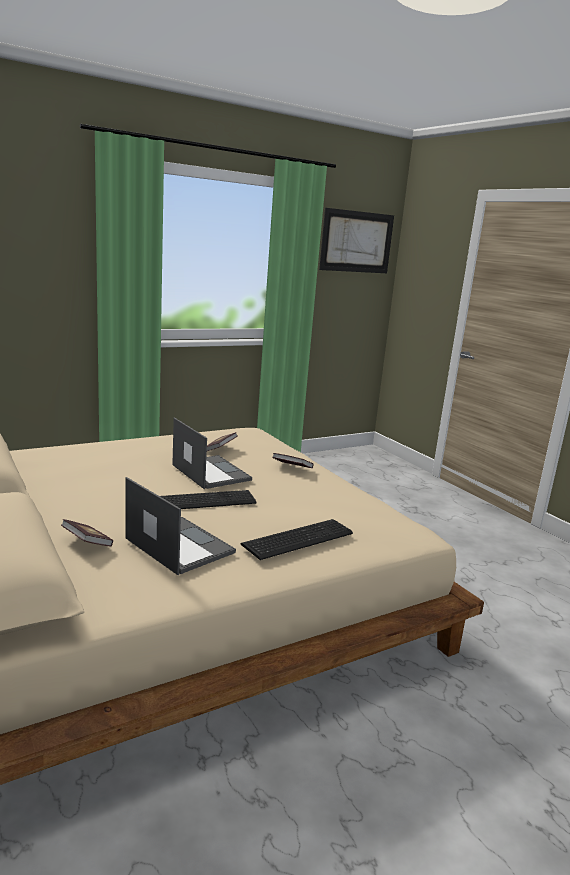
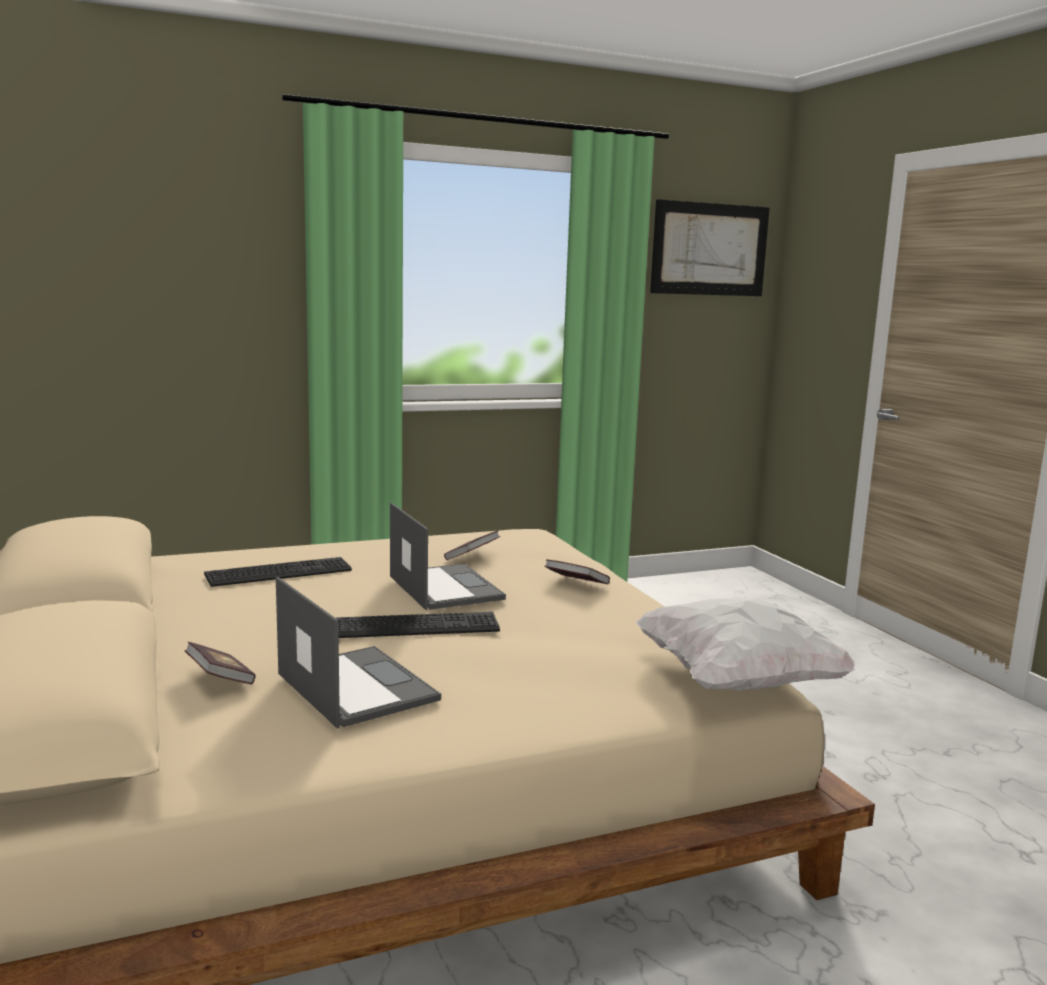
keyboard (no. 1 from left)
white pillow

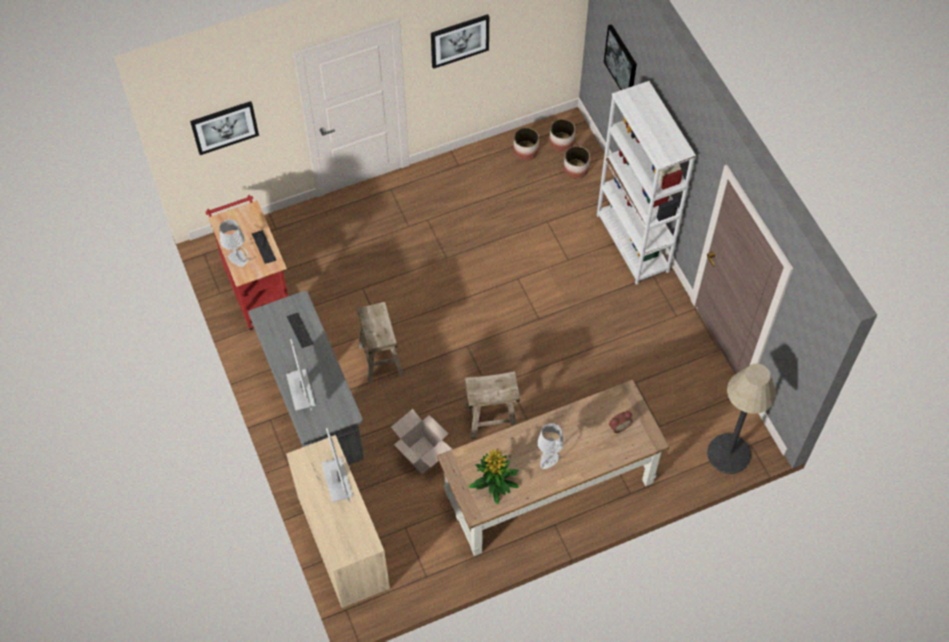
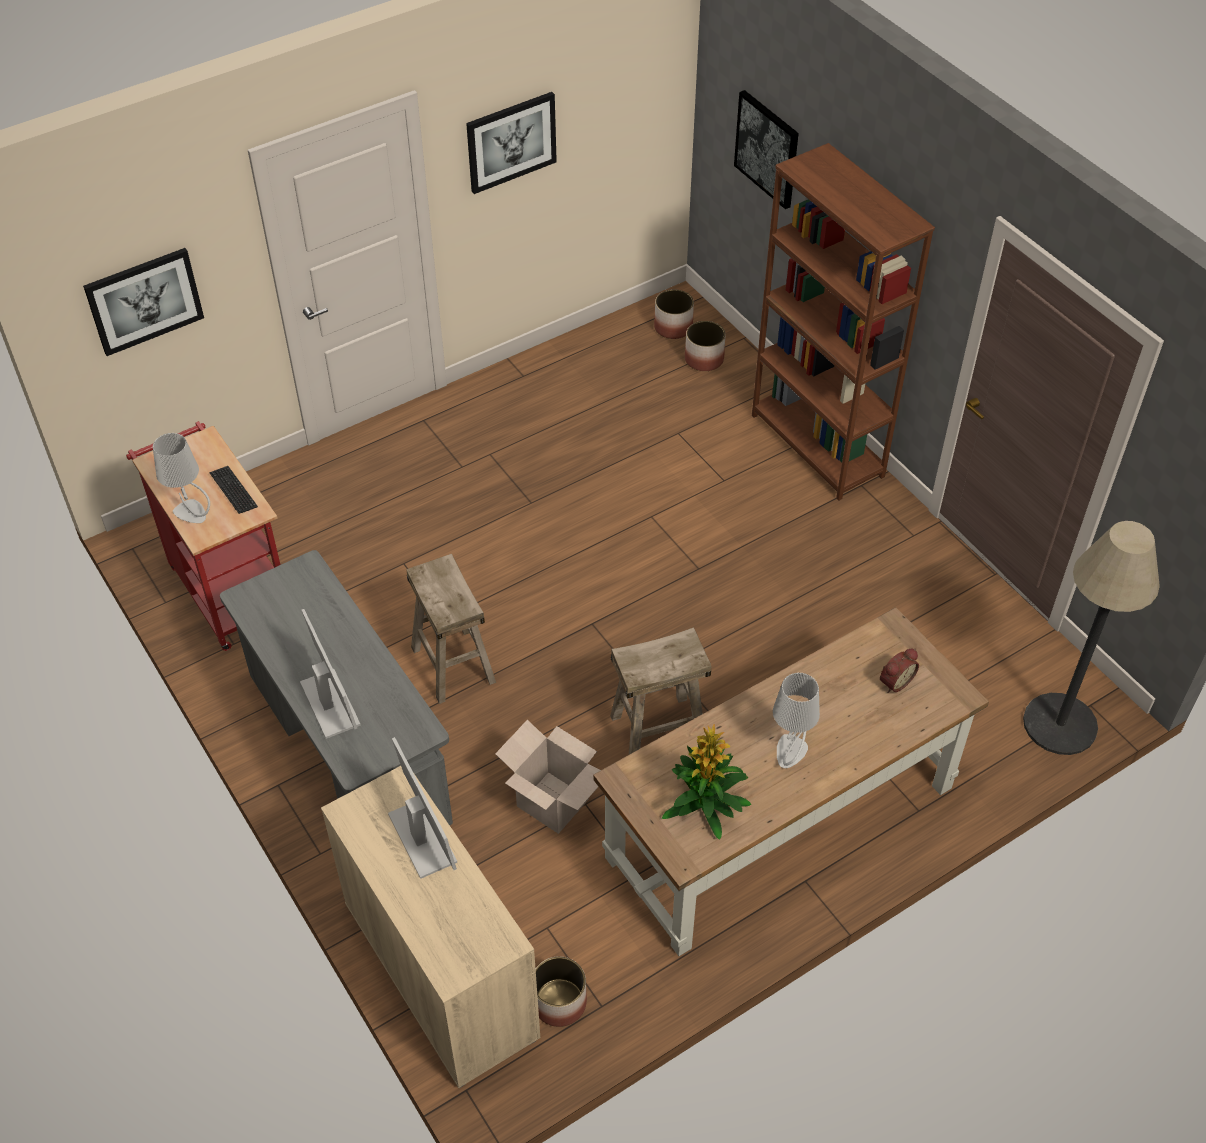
planter (no. 1 from left)
brown bookcase
keyboard (no. 2 from left in the first image)

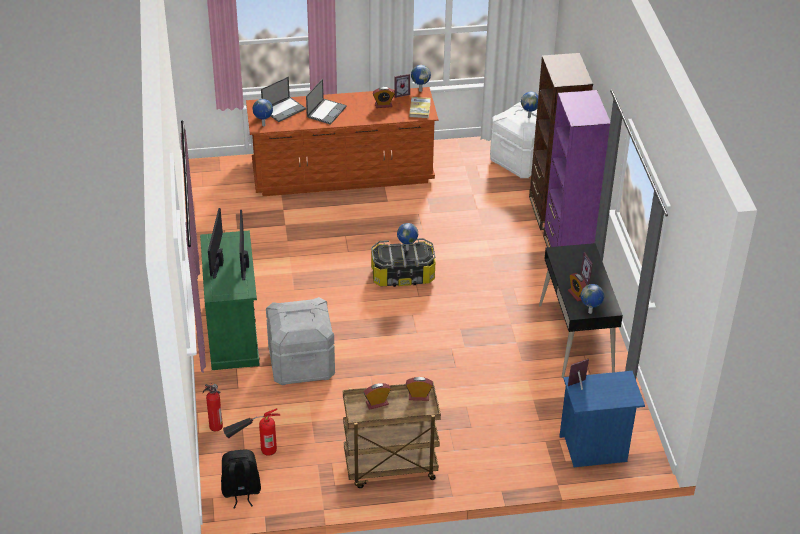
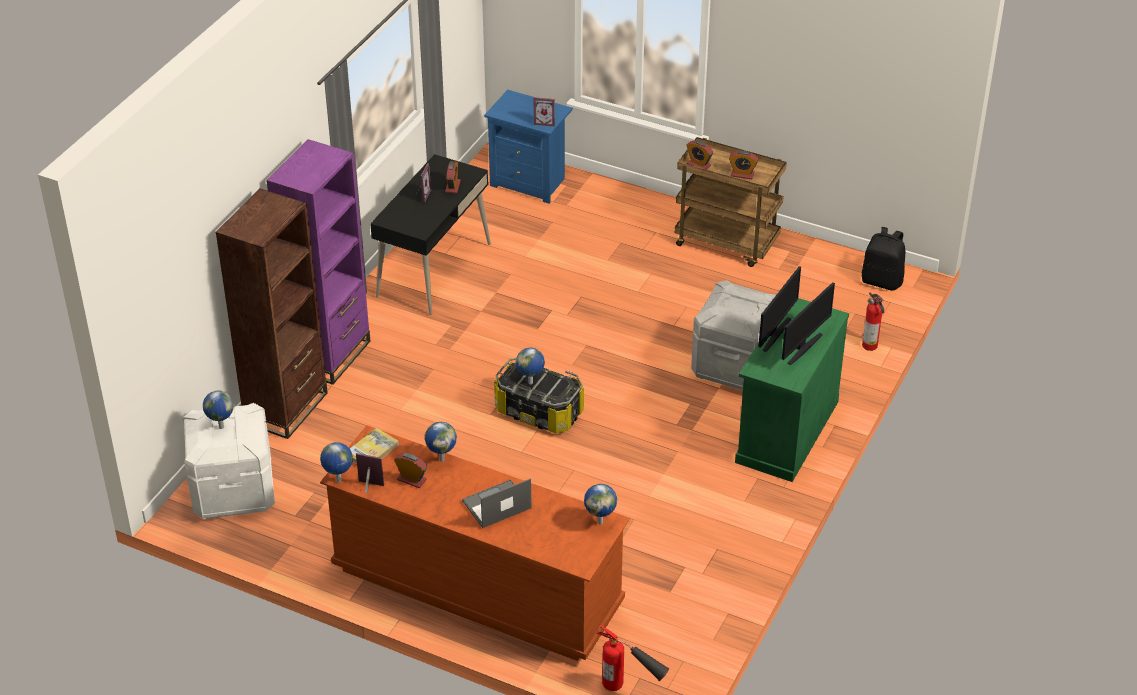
globe (no. 3 from left)
fire extinguisher (no. 1 from left)
laptop (no. 1 from left in the first image)

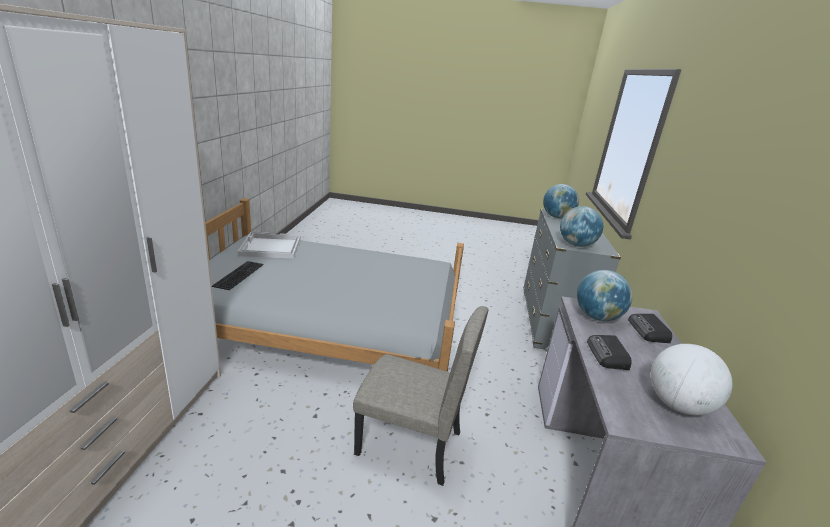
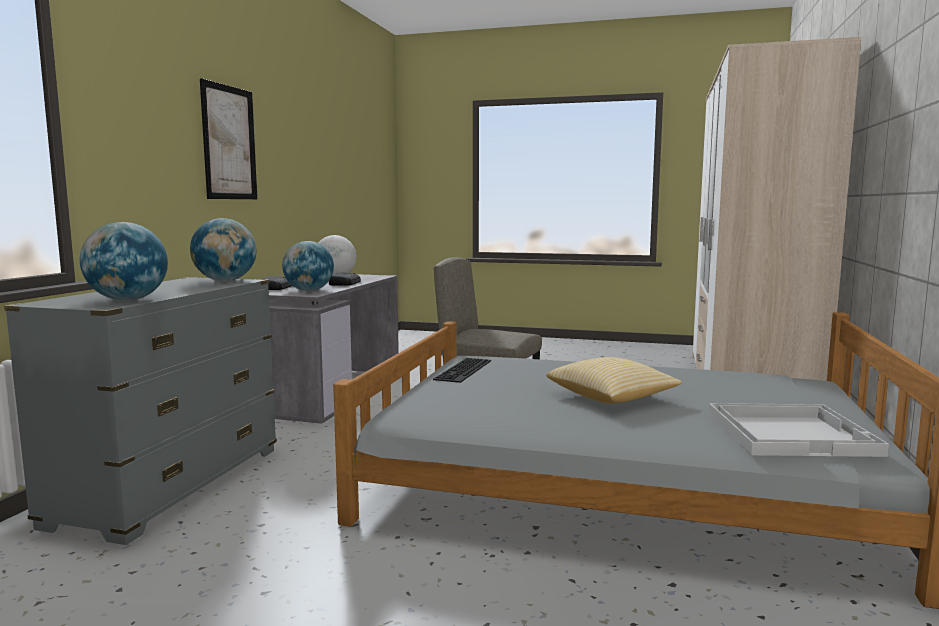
picture
keyboard
pillow

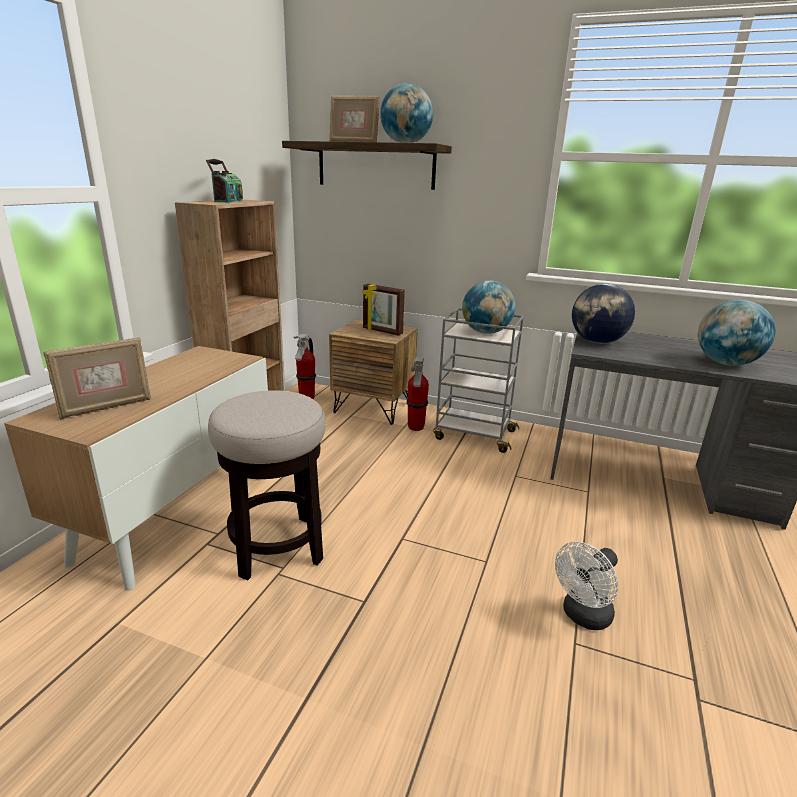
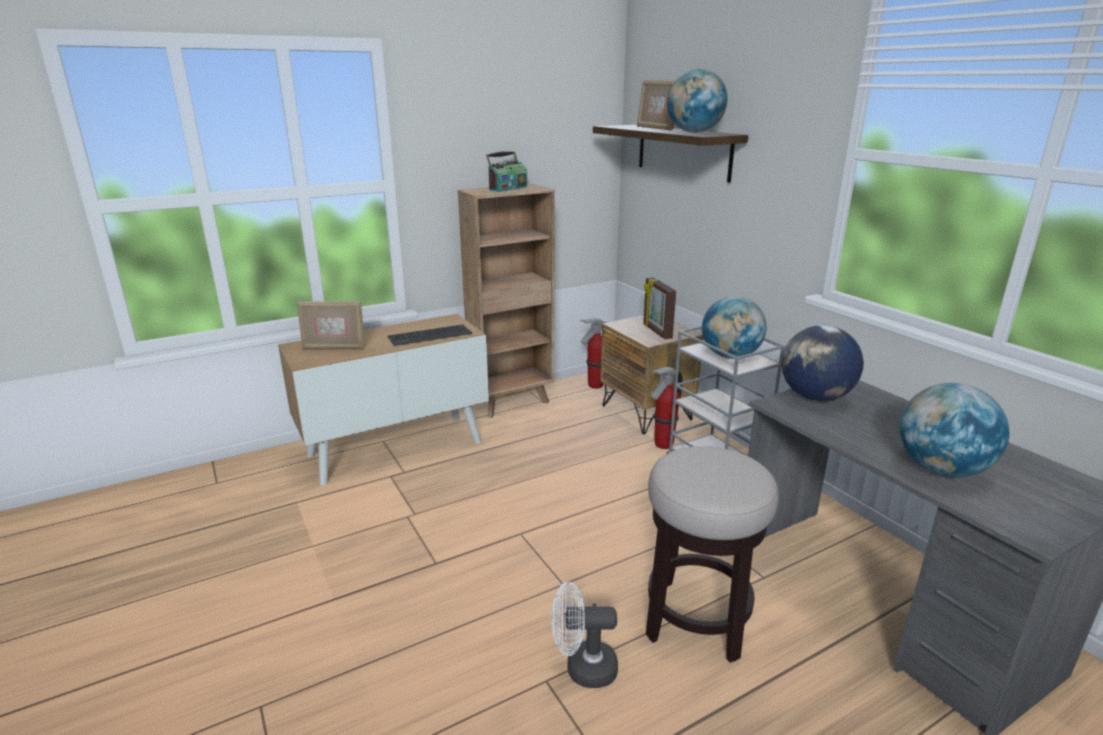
keyboard
stool

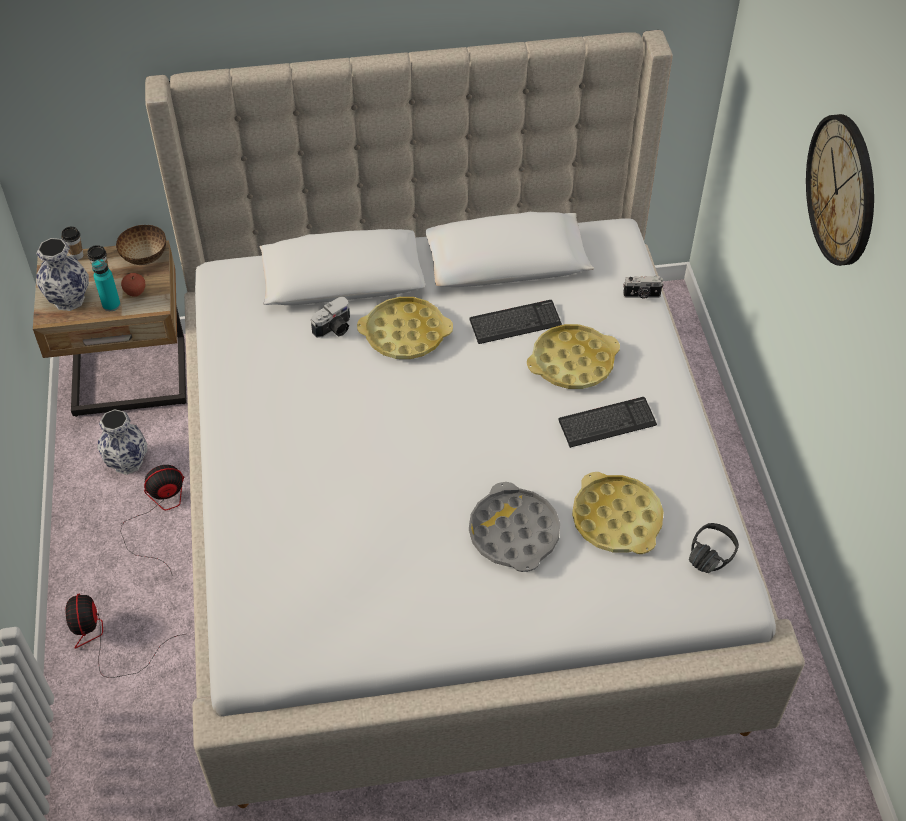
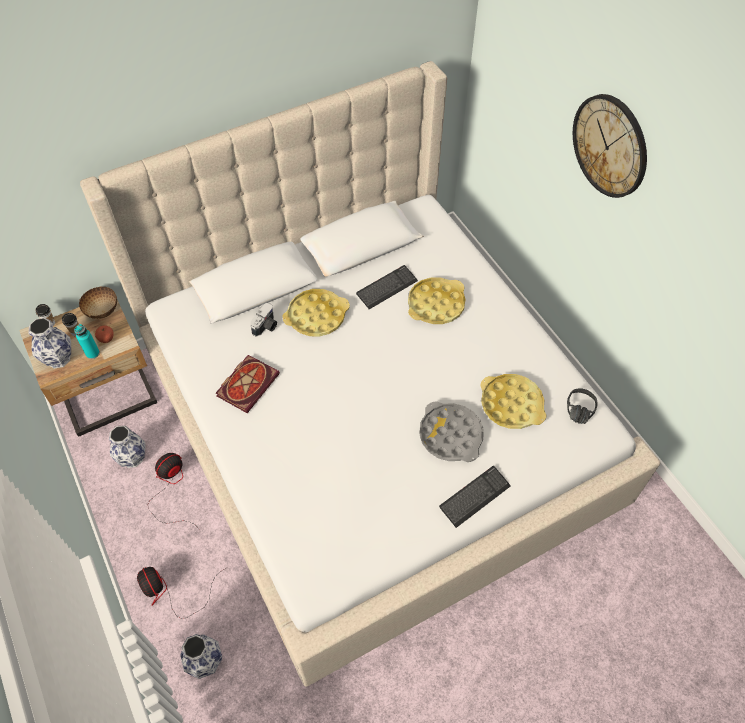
vase (no. 3 from left)
book
keyboard (no. 2 from left)
photo camera (no. 2 from left in the first image)

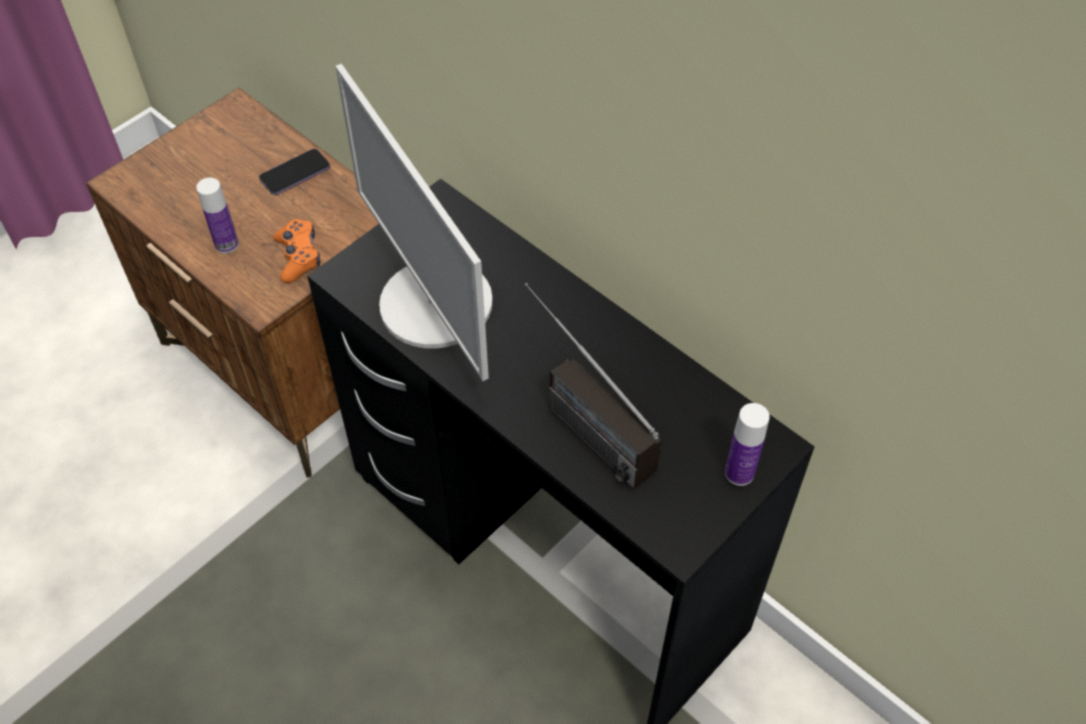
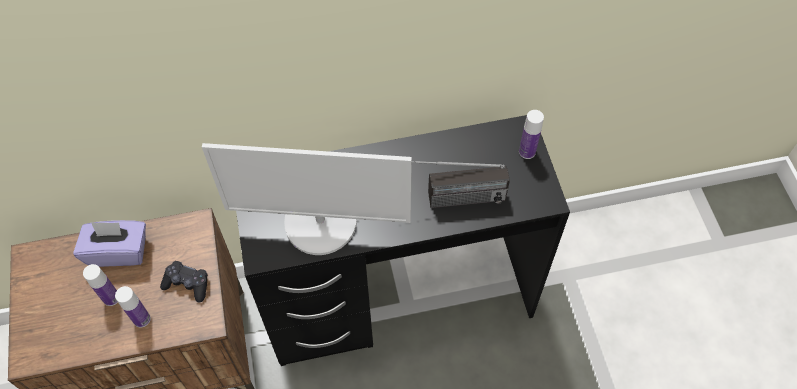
purple tissue box
bottle (no. 1 from left)
black game controller

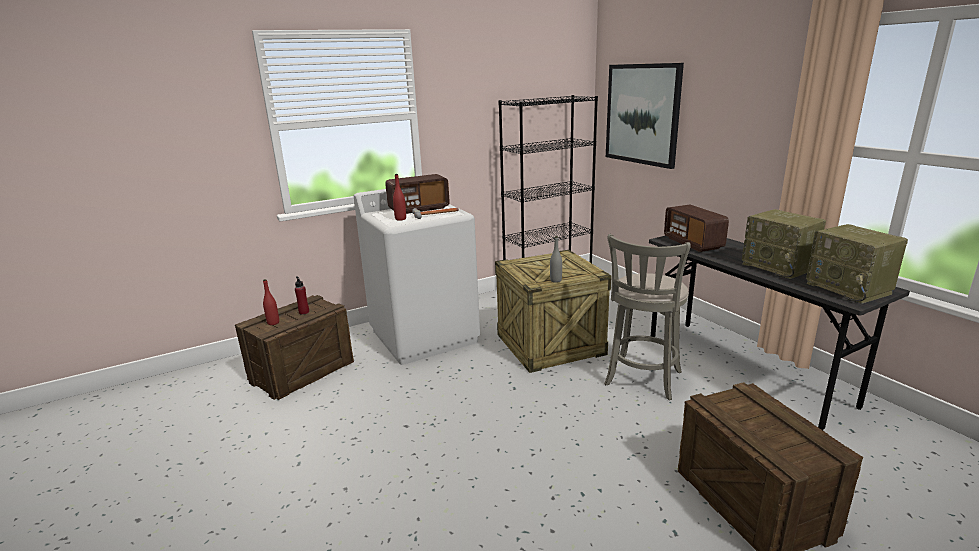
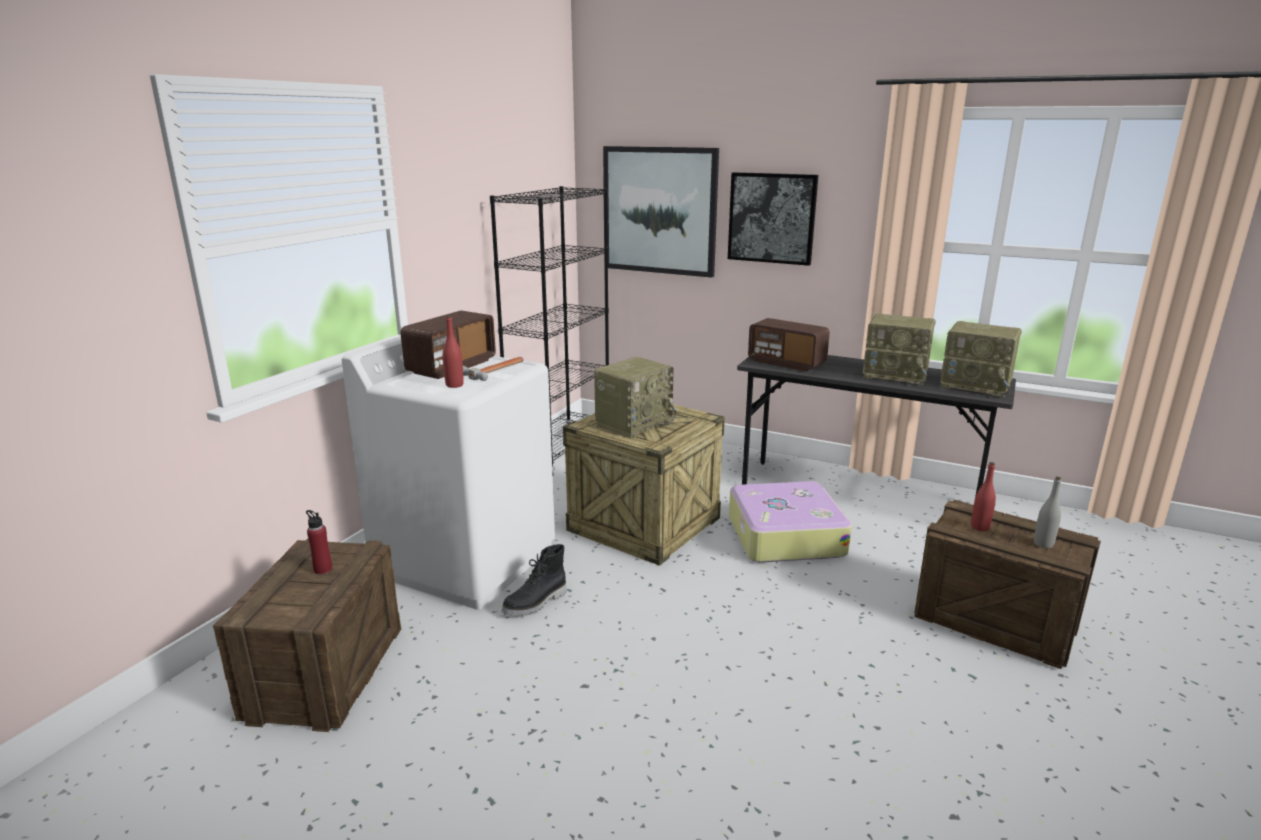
black boot
radio (no. 2 from left)
picture (no. 2 from left)
suitcase
red bottle (no. 3 from left)
grey bottle

